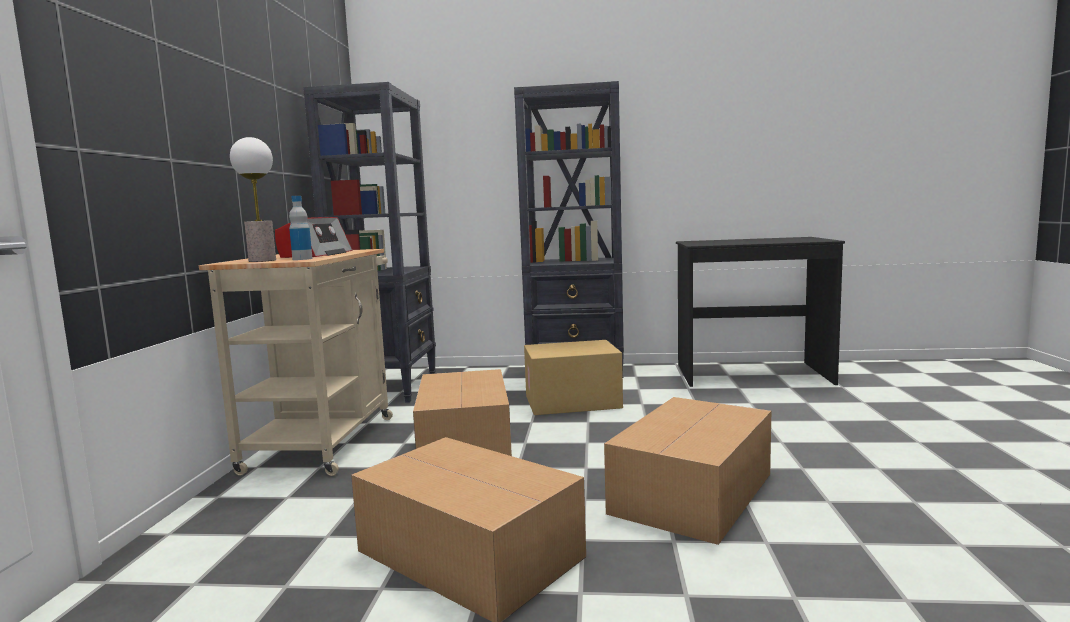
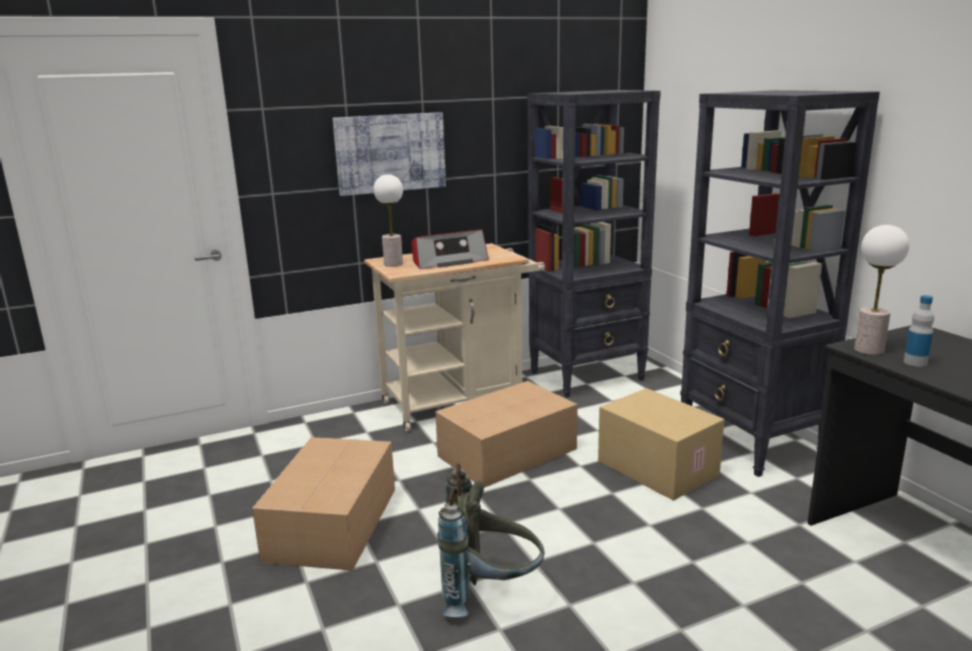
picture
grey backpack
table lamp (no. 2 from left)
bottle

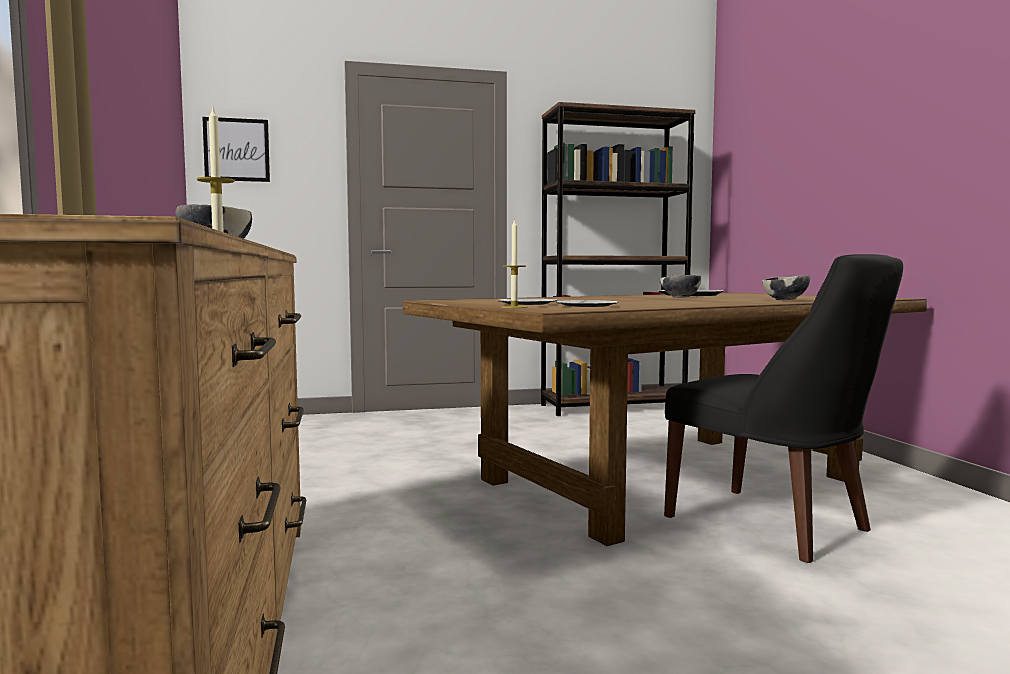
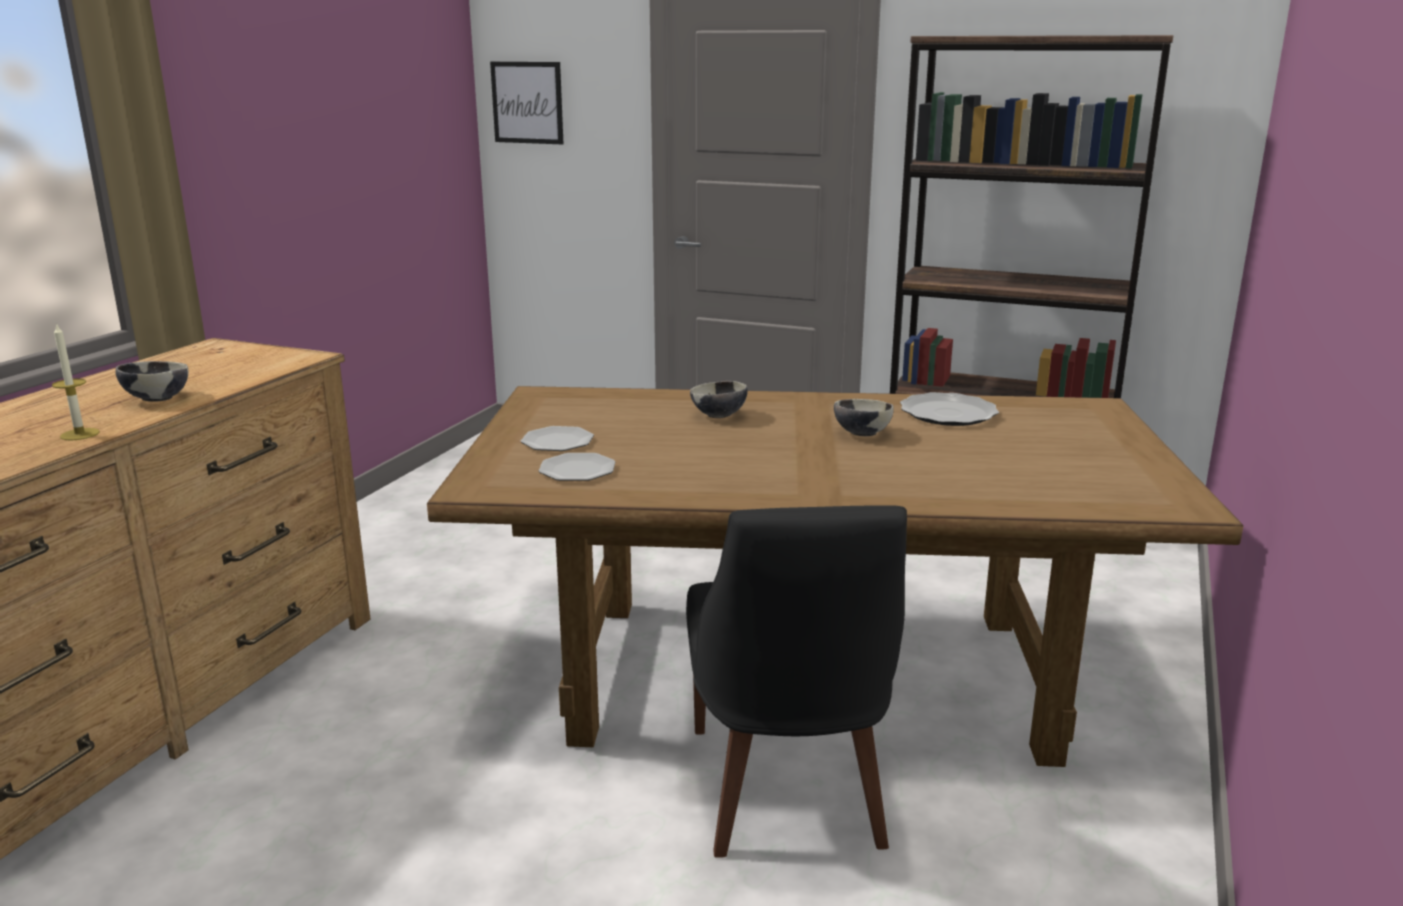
bowl (no. 2 from left)
candle (no. 2 from left in the first image)

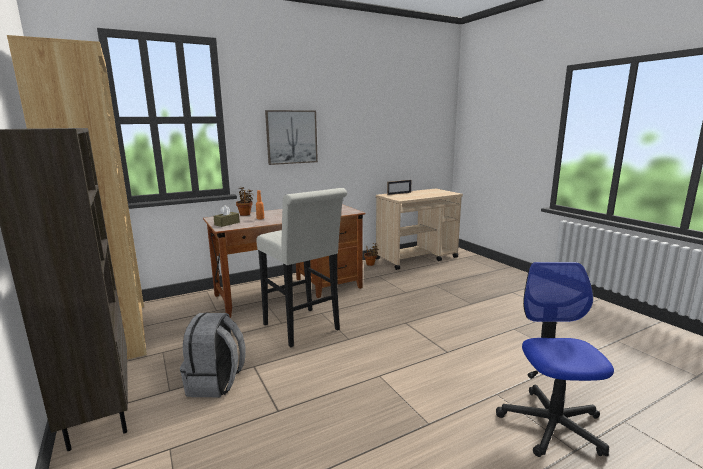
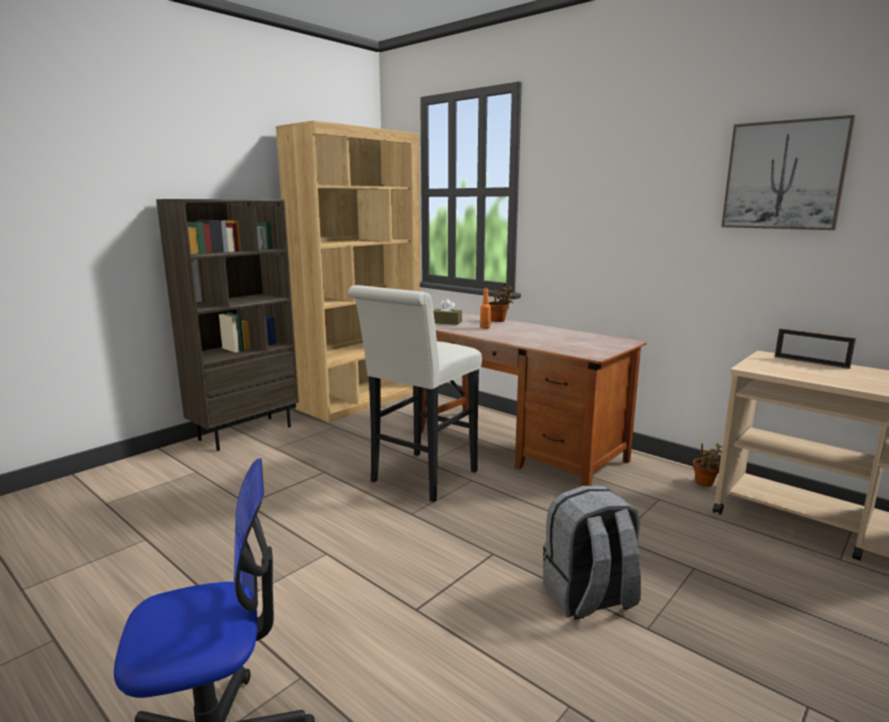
grey backpack
picture

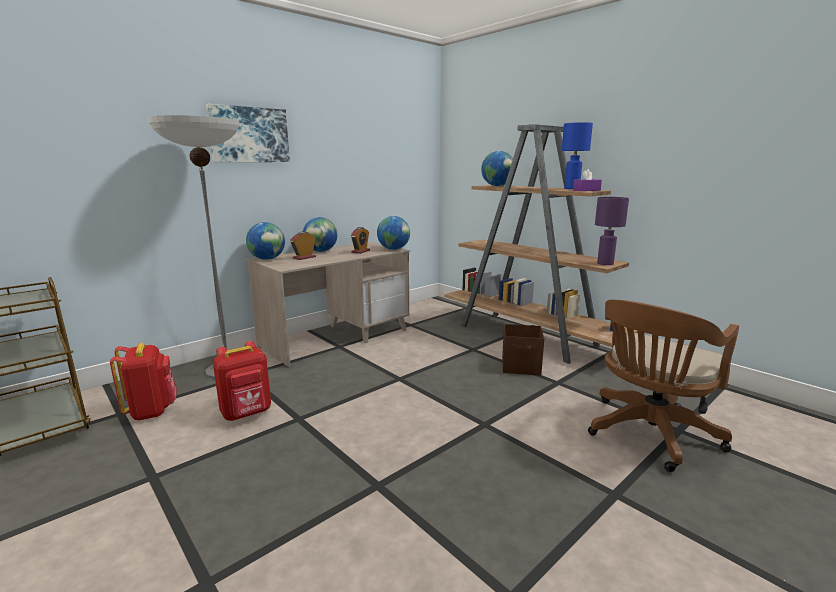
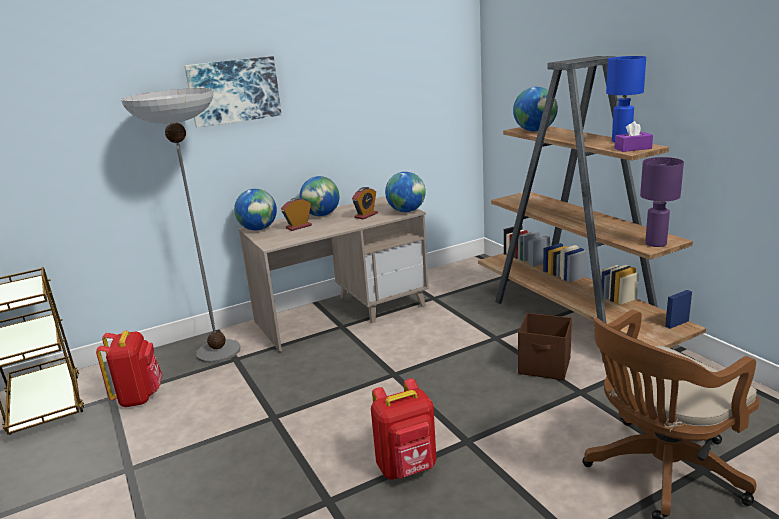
red backpack (no. 2 from left)

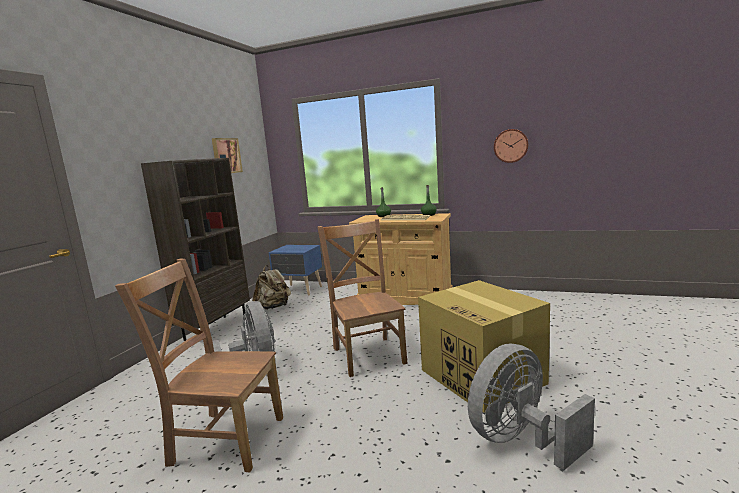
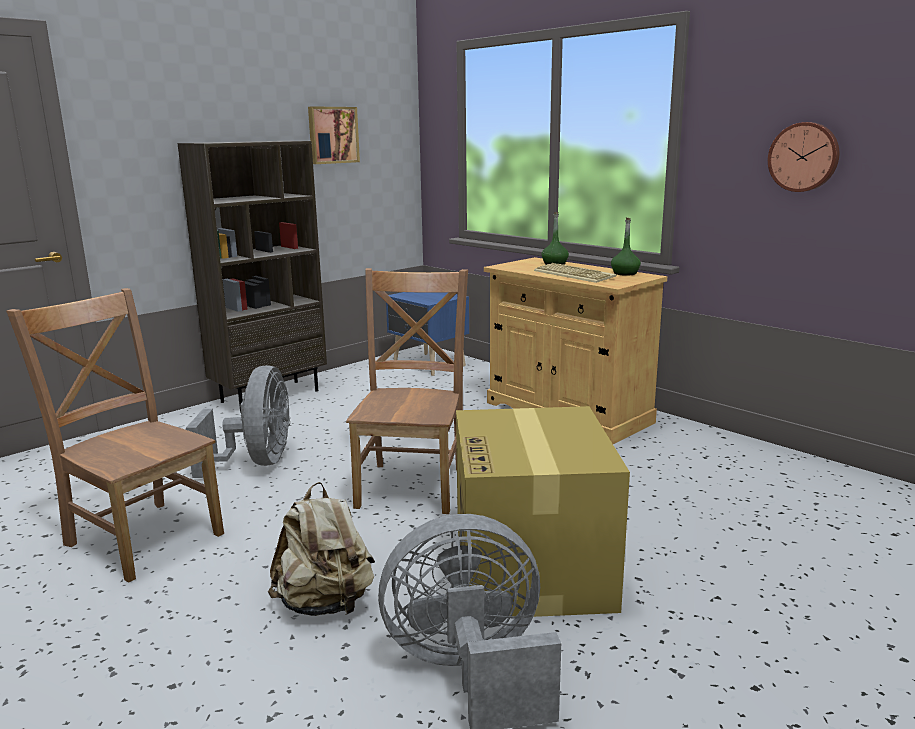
beige backpack

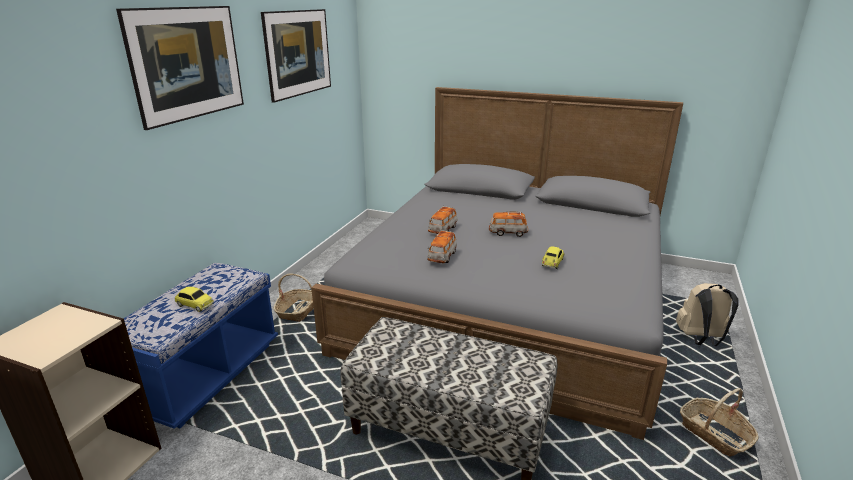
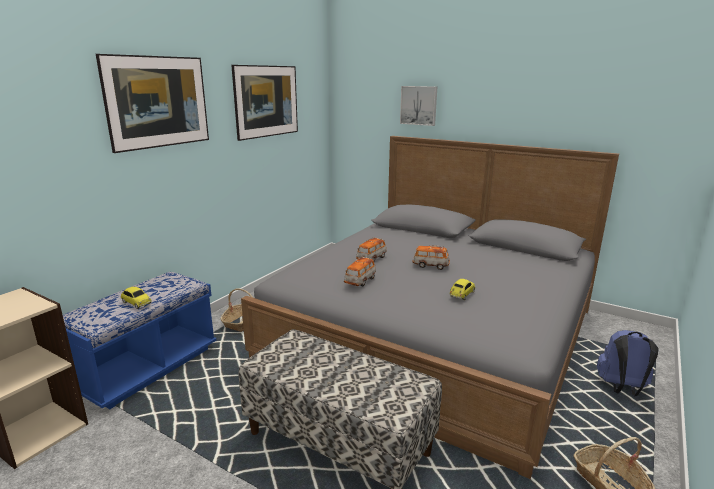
picture (no. 3 from left)
blue backpack

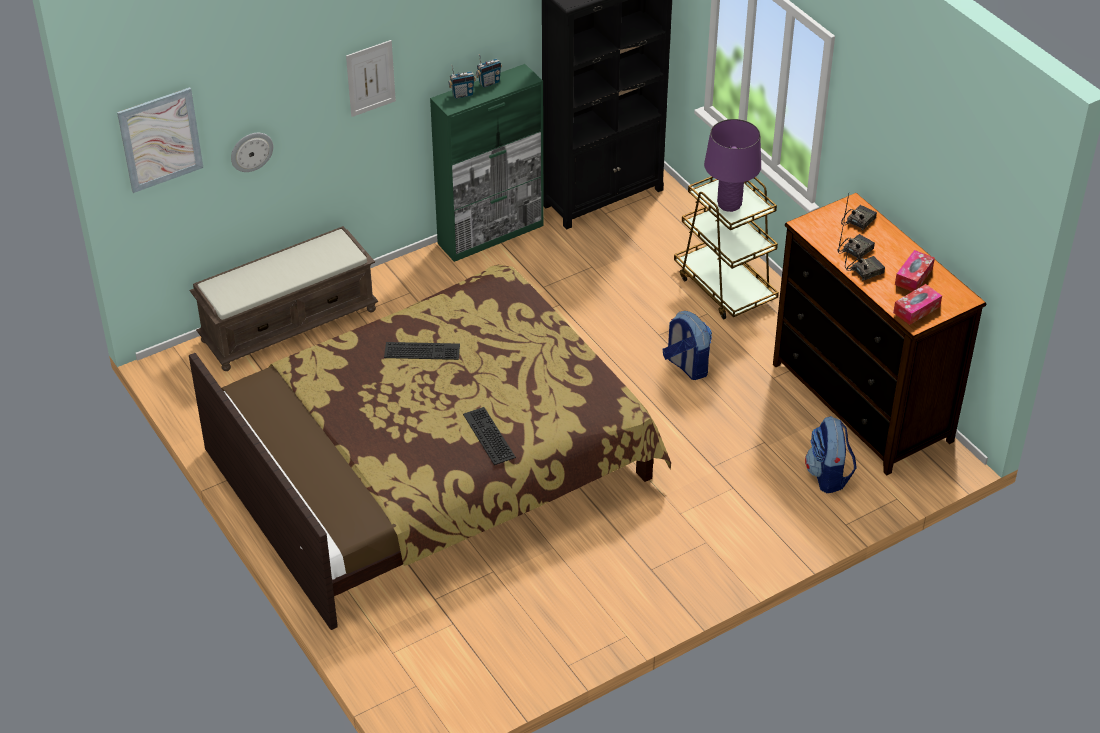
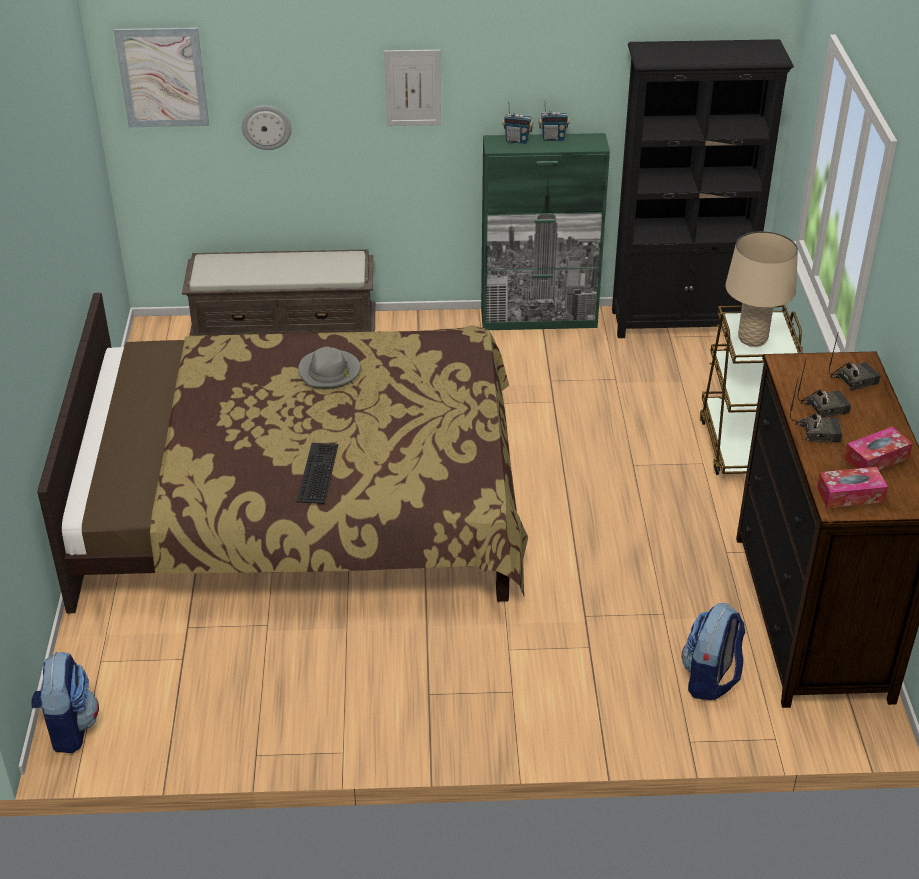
backpack (no. 1 from left)
grey hat
beige table lamp

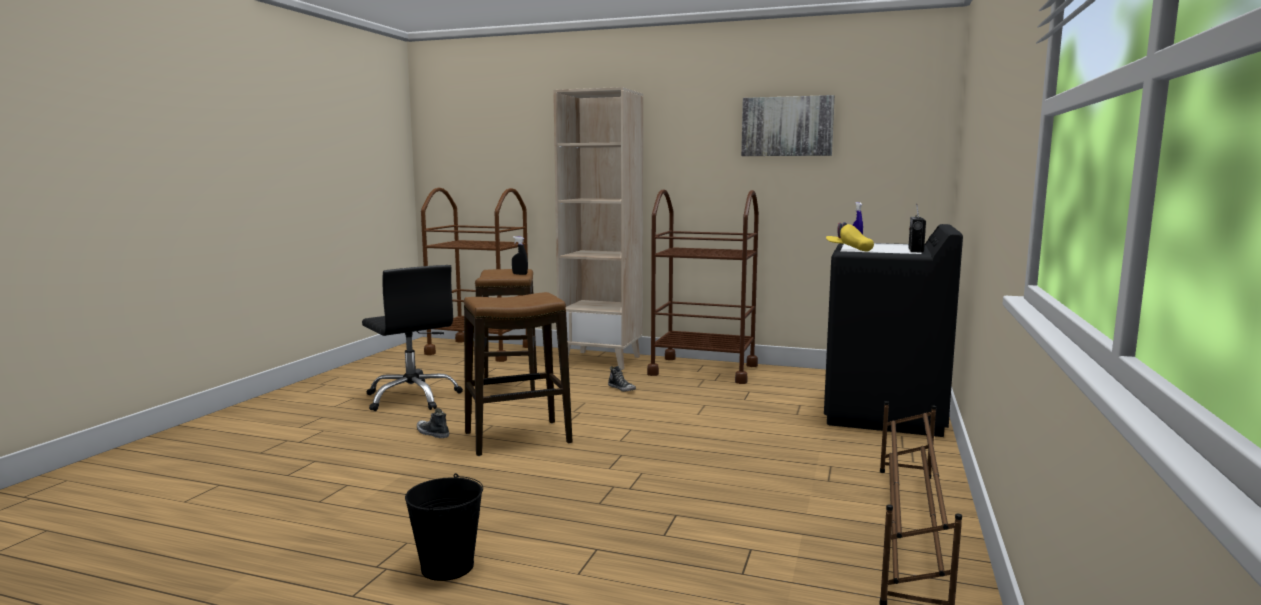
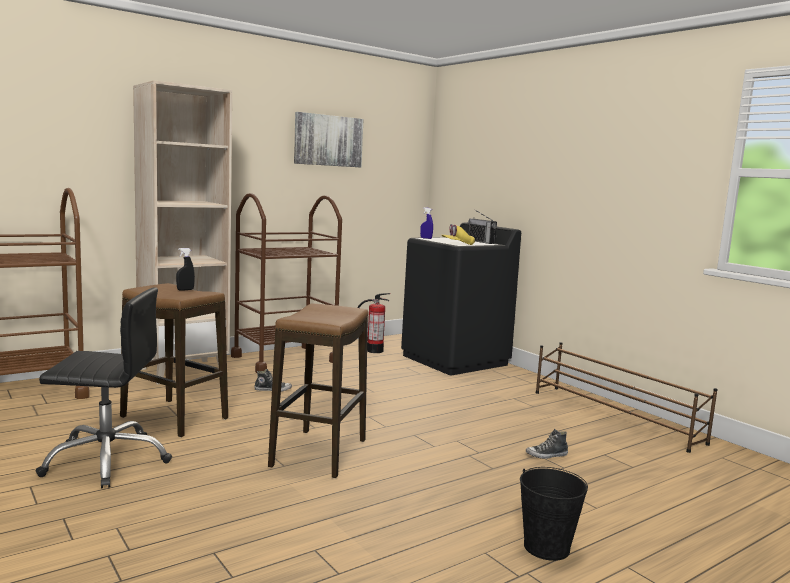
fire extinguisher
shoe (no. 2 from left)

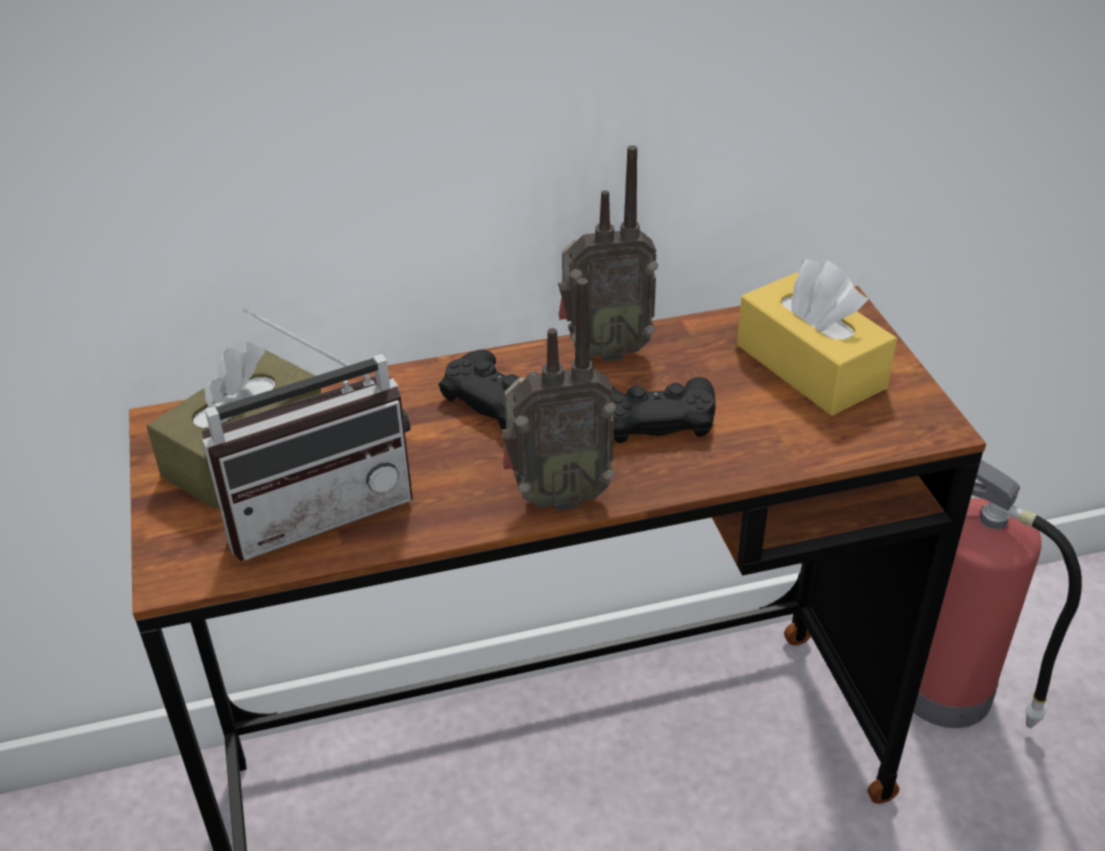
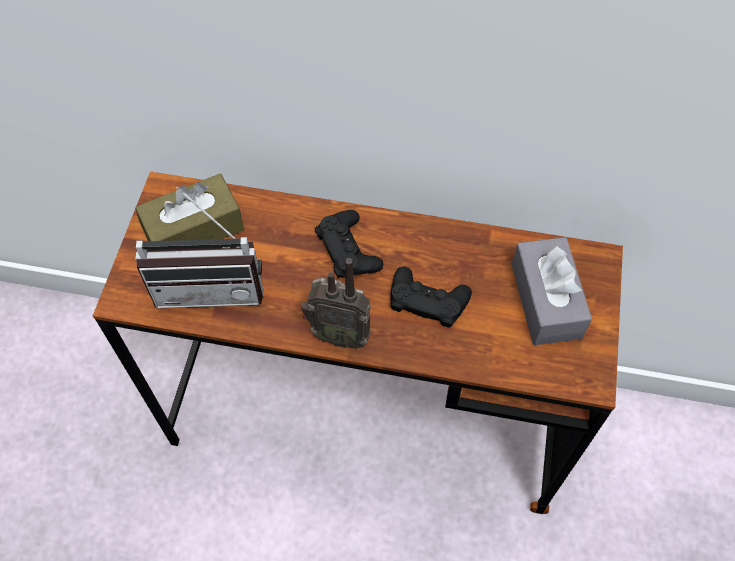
grey tissue box
radio (no. 3 from left in the first image)
fire extinguisher

